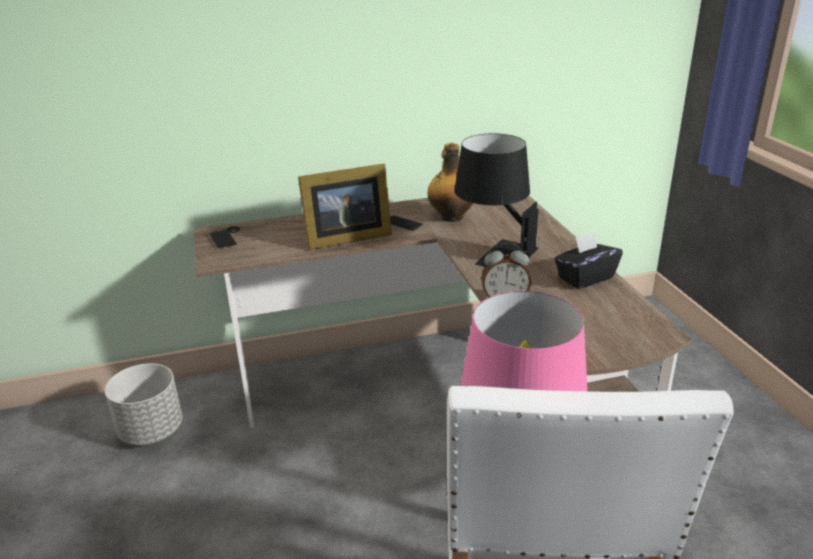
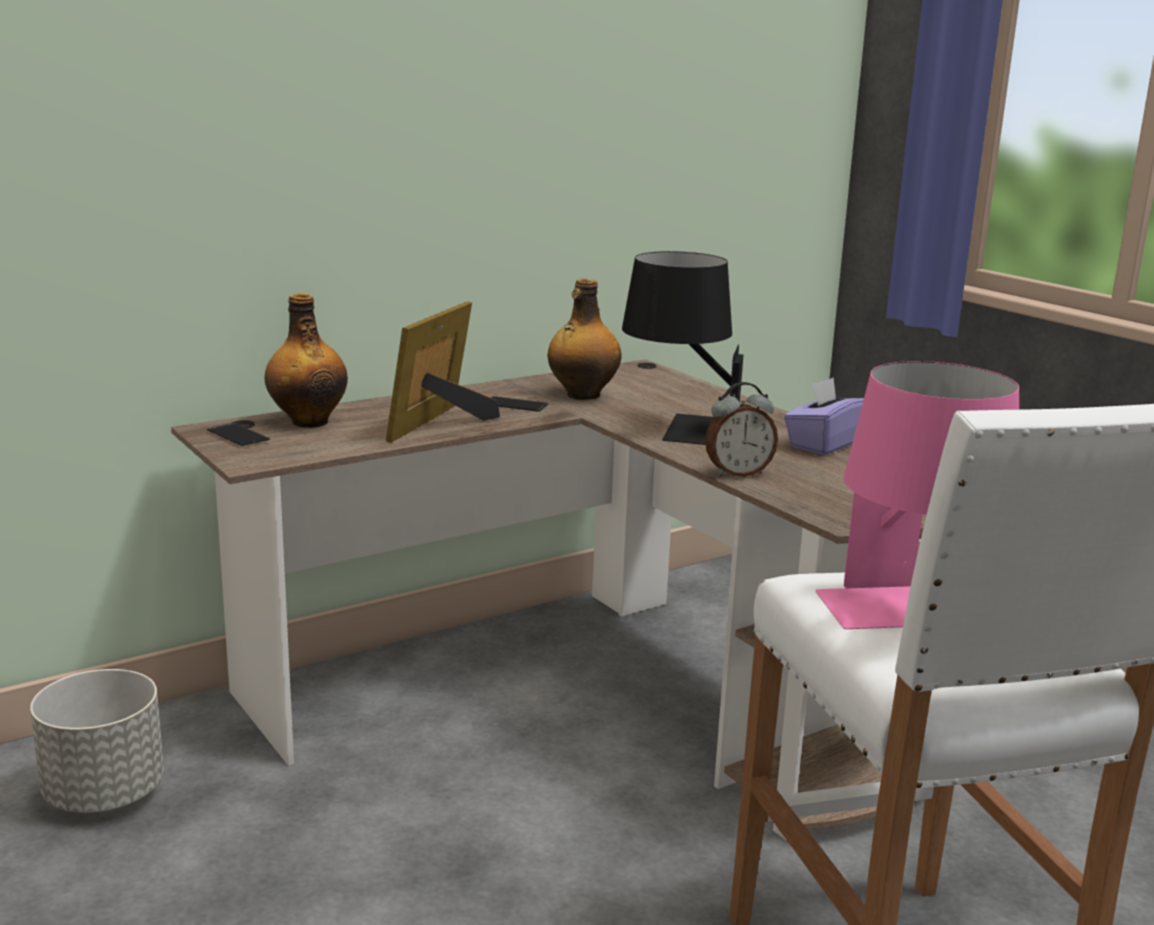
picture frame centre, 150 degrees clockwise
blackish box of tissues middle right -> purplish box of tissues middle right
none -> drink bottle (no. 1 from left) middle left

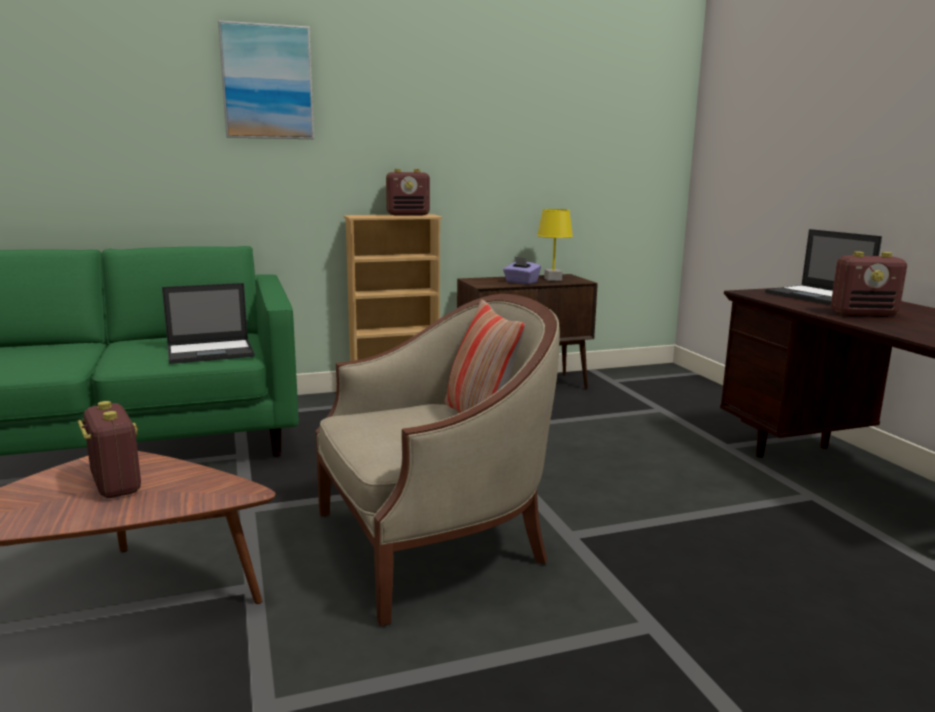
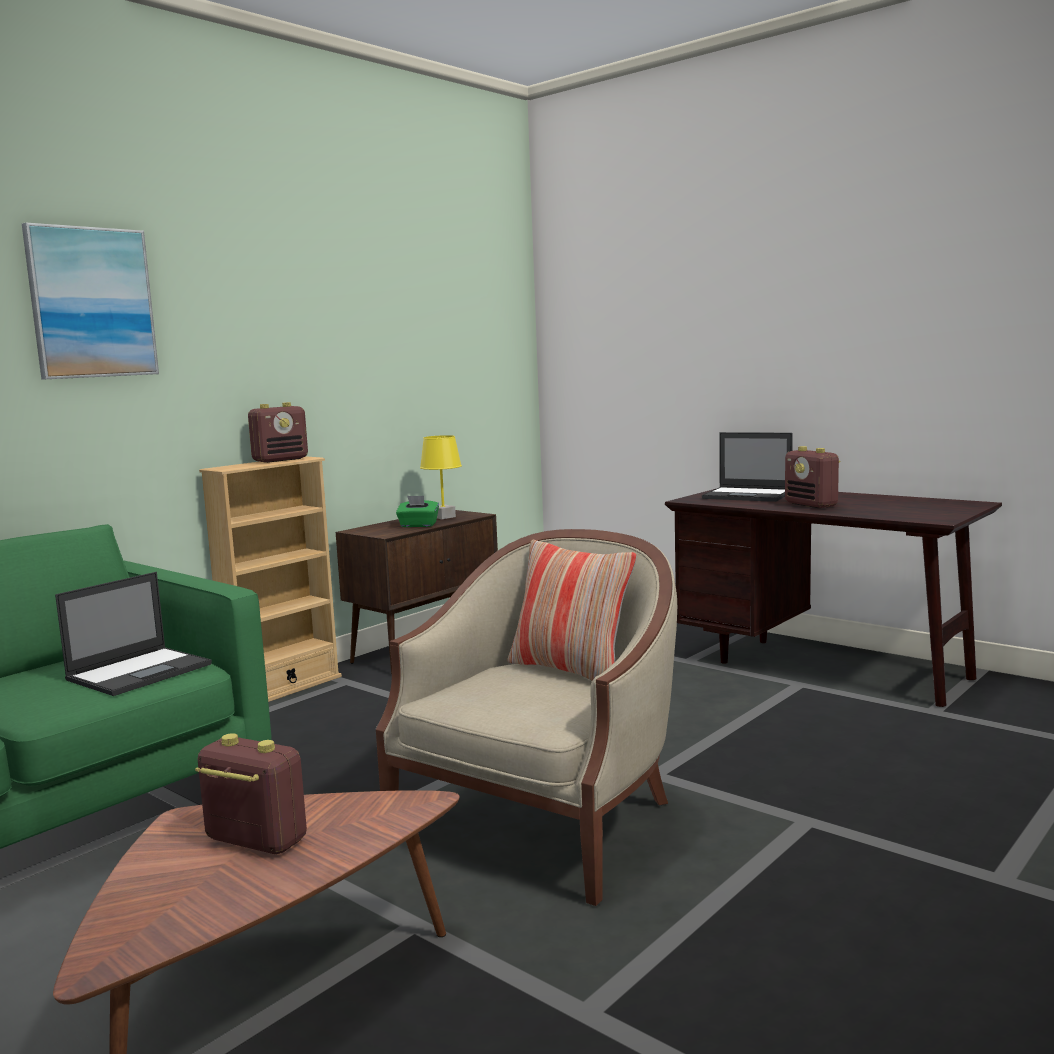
purplish box of tissues centre -> greenish box of tissues centre
radio receiver (no. 3 from left) middle right, 90 degrees clockwise

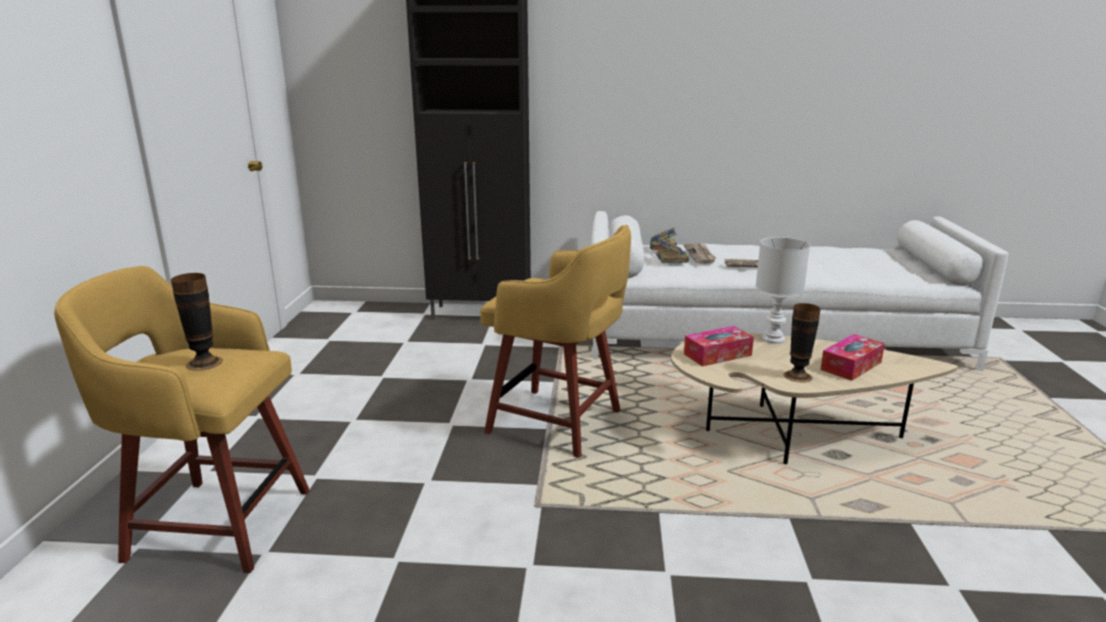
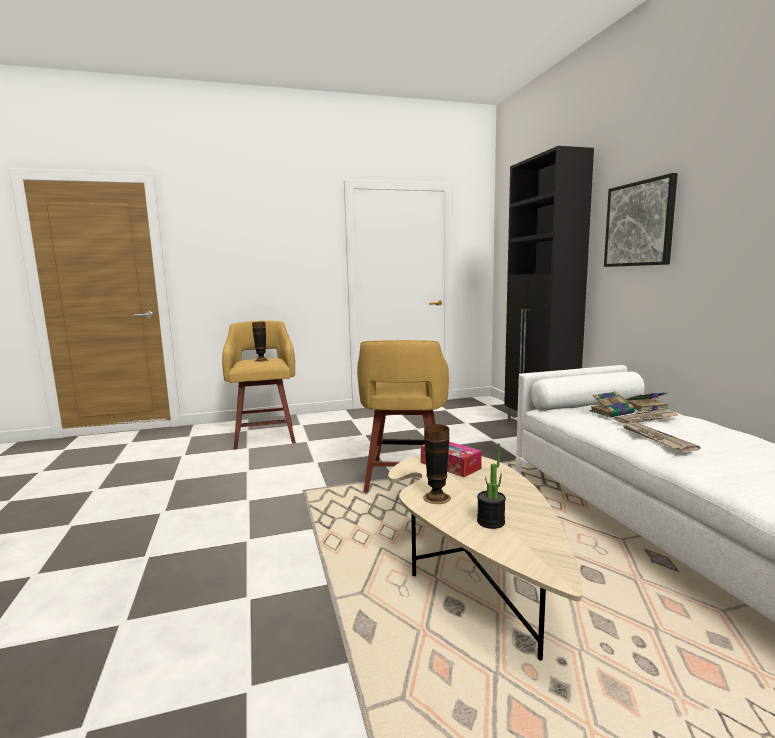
whitish lamp for a table middle right -> none
box of tissues (no. 2 from left) middle right -> plant in a pot centre
none -> wall picture top right

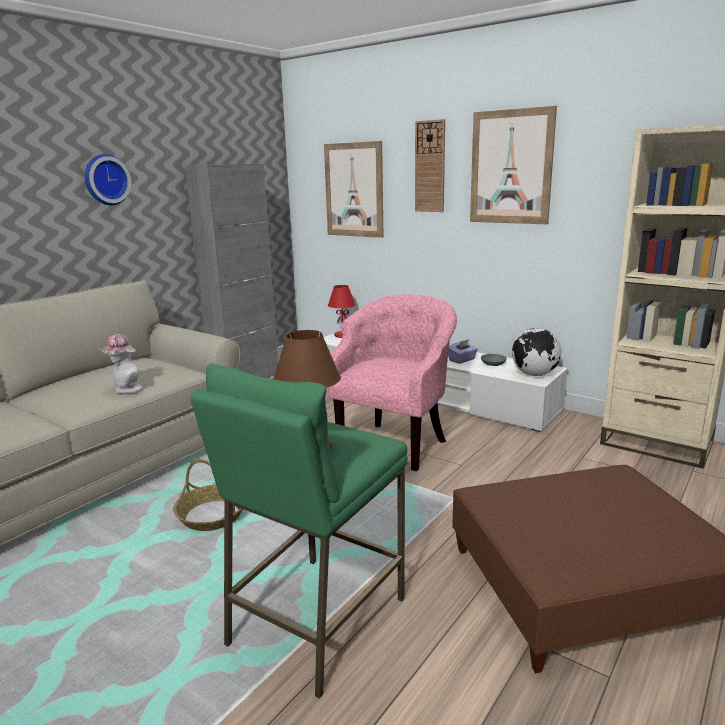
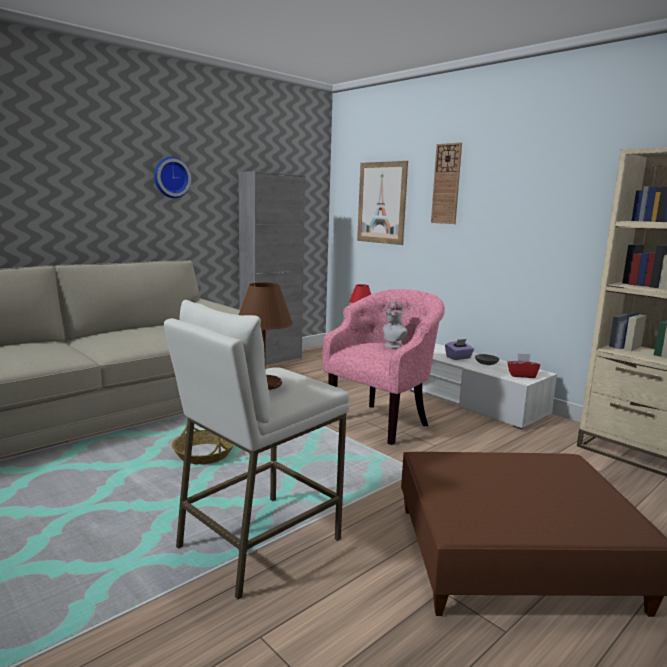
clothing hat middle left -> clothing hat centre, relocated
greenish stool seat bottom centre -> whitish stool seat bottom centre
wall picture (no. 2 from left) top right -> none
world globe middle right -> reddish box of tissues middle right

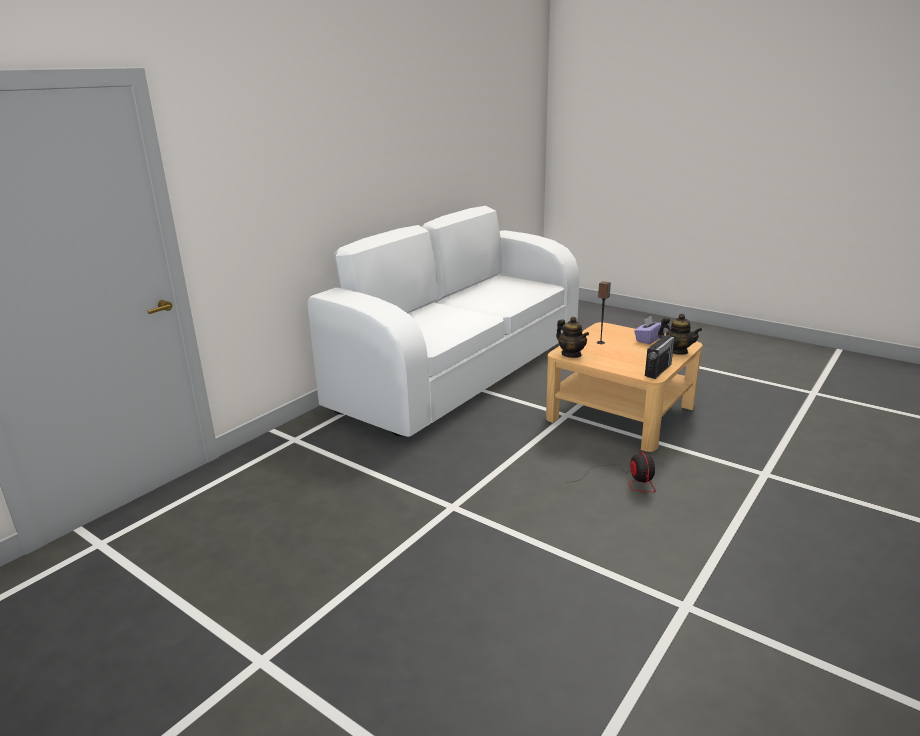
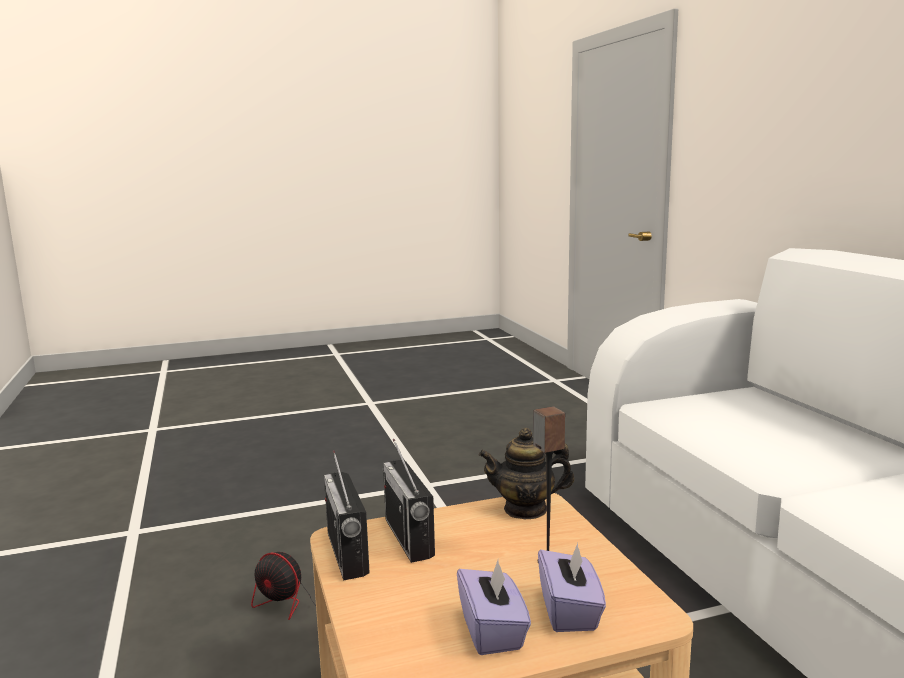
pot for tea (no. 2 from left) middle right -> none
none -> radio receiver (no. 2 from left) bottom centre
none -> purplish box of tissues (no. 2 from left) bottom centre

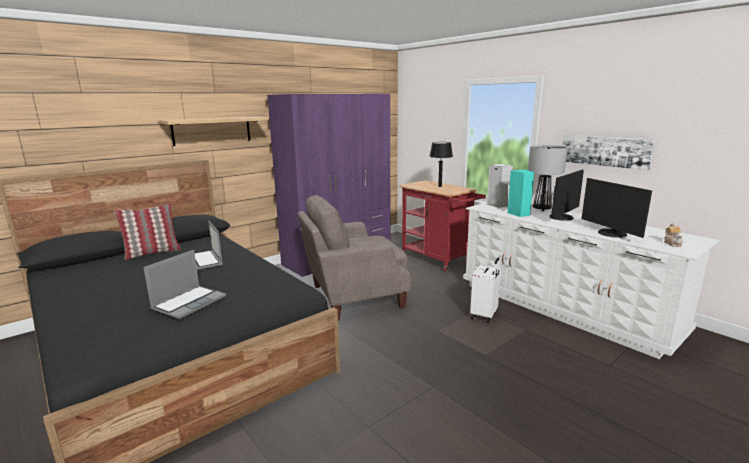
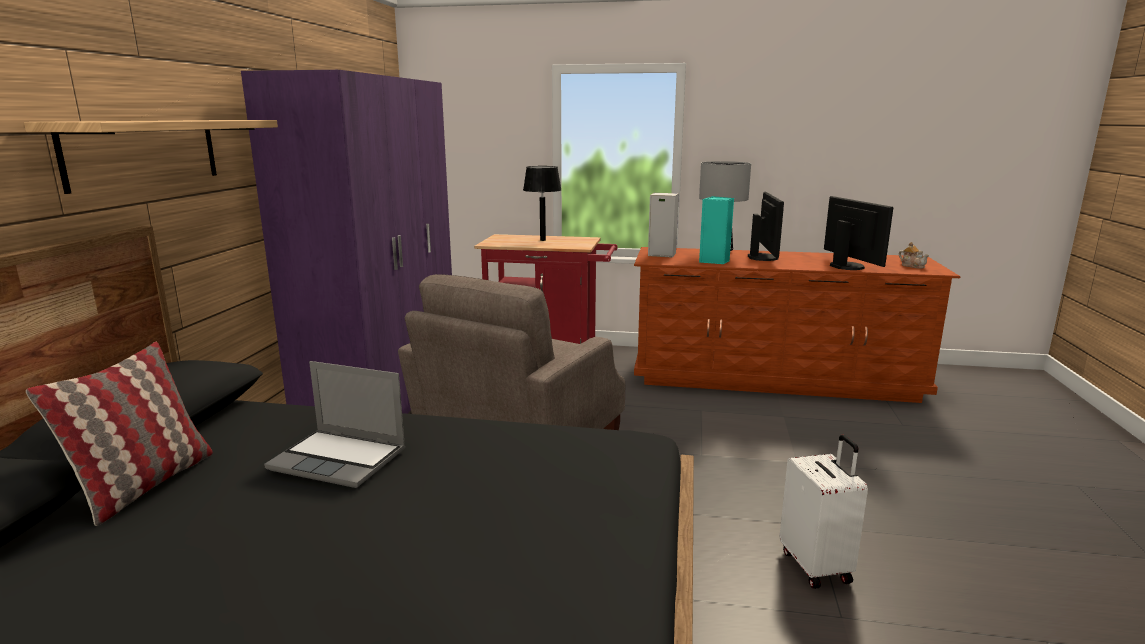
notebook computer (no. 1 from left) middle left -> none
whitish drawer chest middle right -> brownish drawer chest middle right
whitish travel case centre -> whitish travel case bottom right, relocated
wall picture top right -> none
computer display (no. 2 from left) middle right, 135 degrees counterclockwise

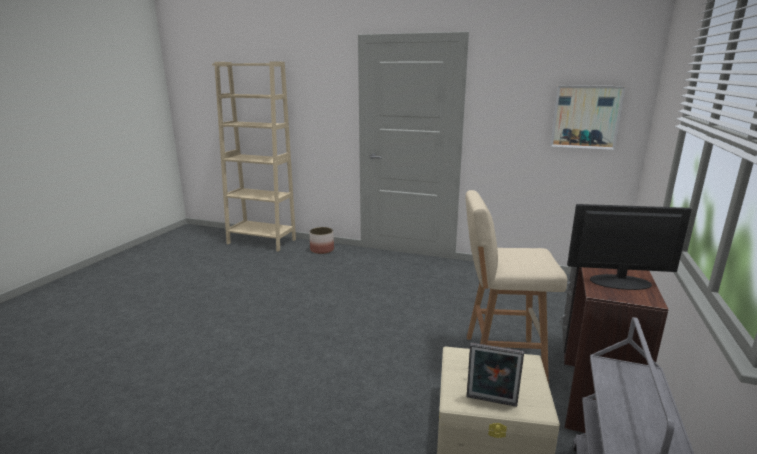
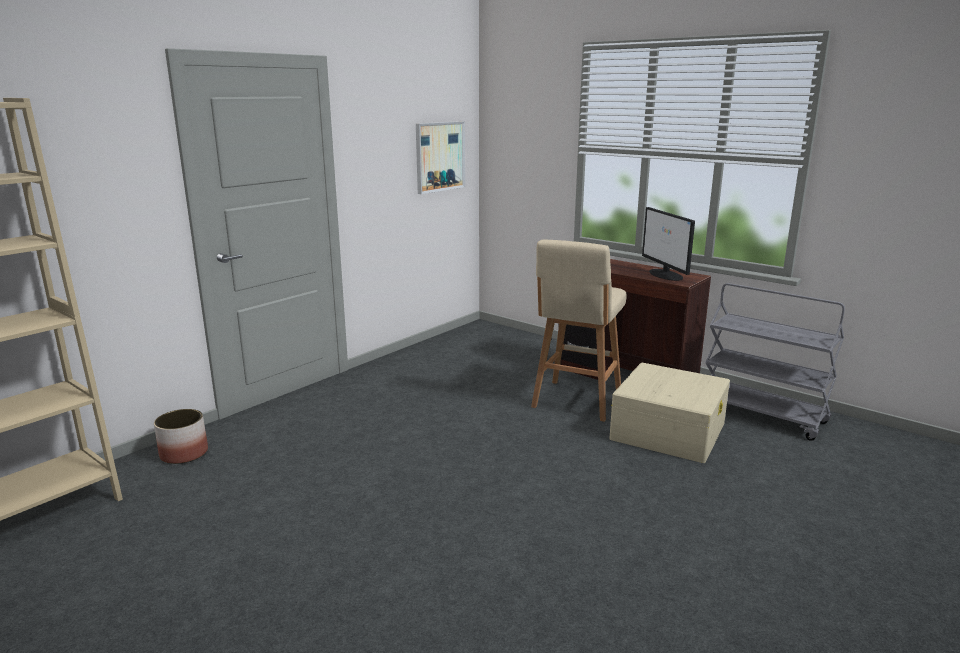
picture frame bottom centre -> none
computer display middle right, 45 degrees counterclockwise

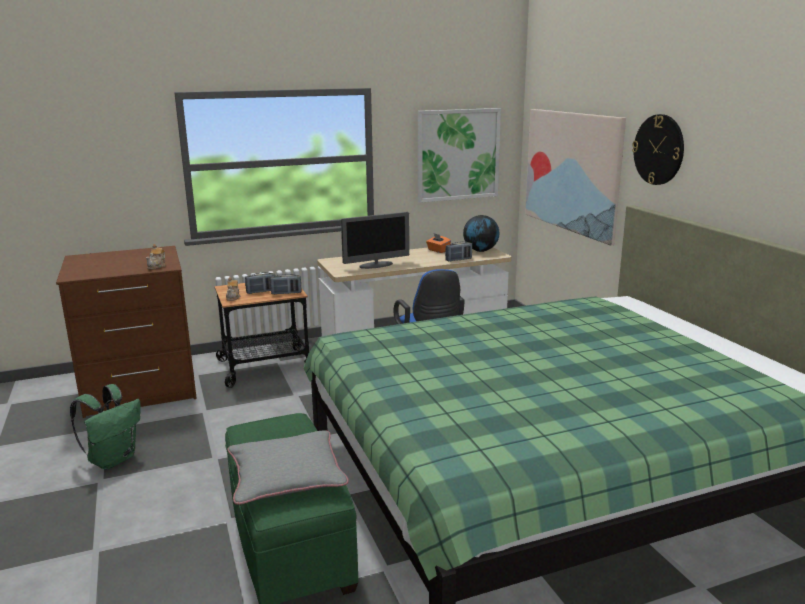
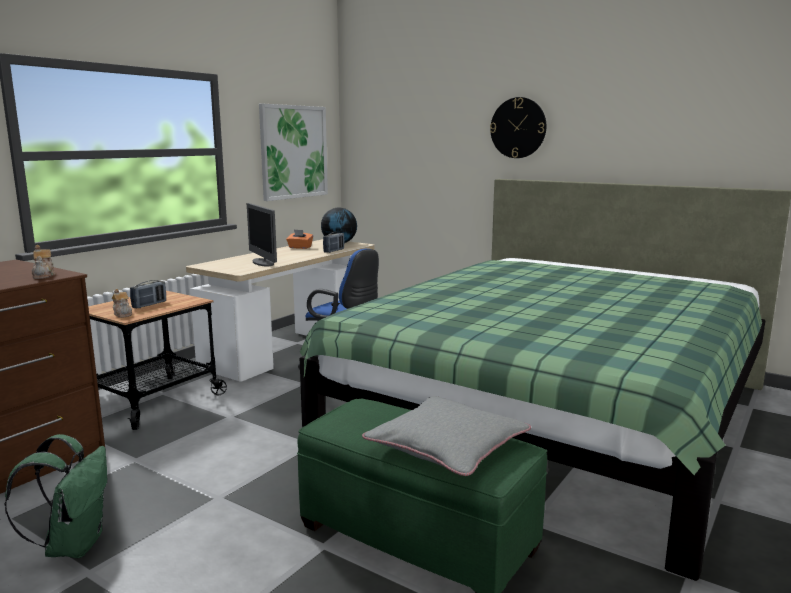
radio receiver (no. 2 from left) centre -> none
computer display centre -> computer display middle left, 120 degrees clockwise
wall picture (no. 2 from left) top right -> none

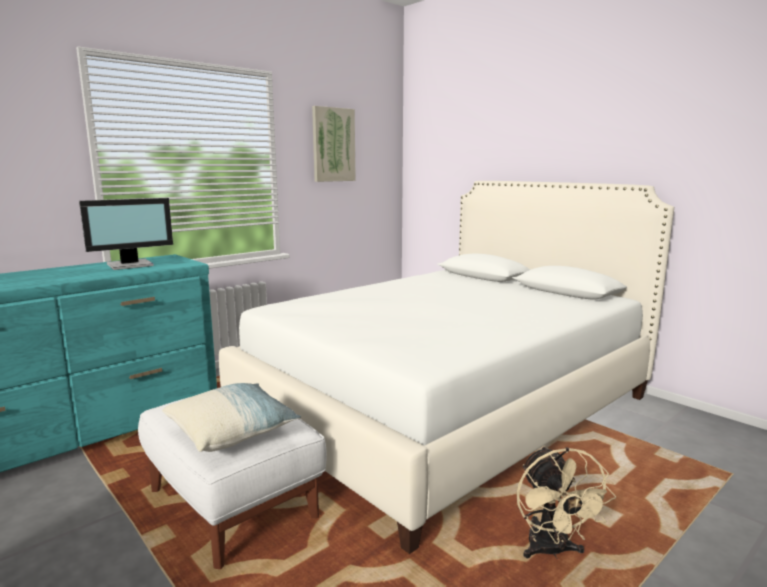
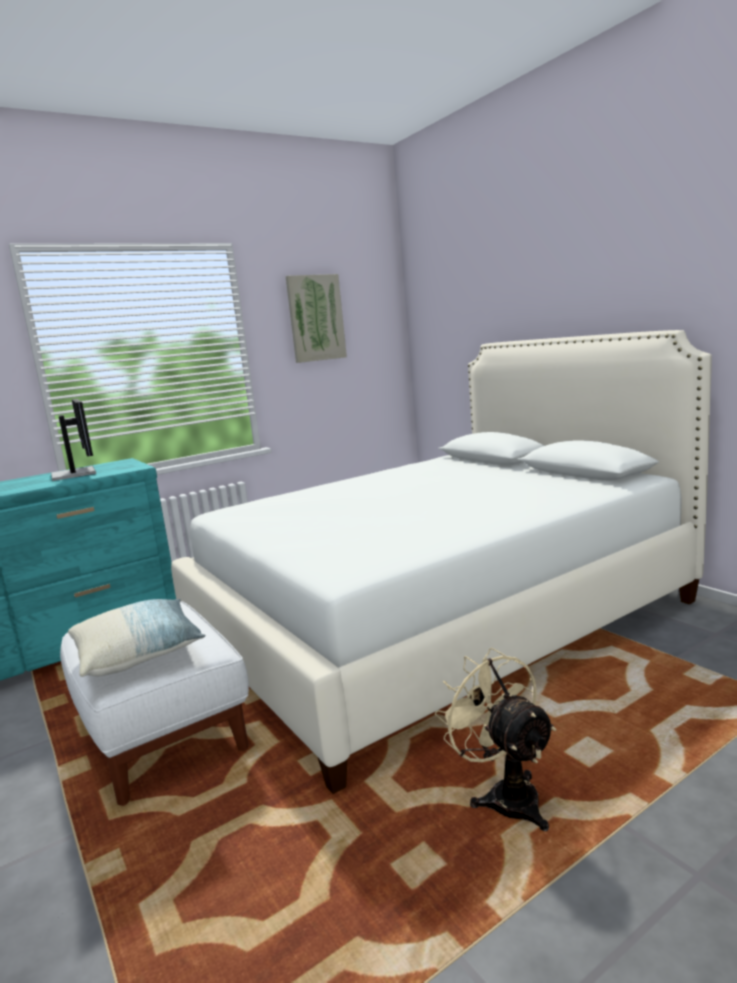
computer display middle left, 90 degrees counterclockwise
beige-coloured electric fan bottom right, 150 degrees clockwise

